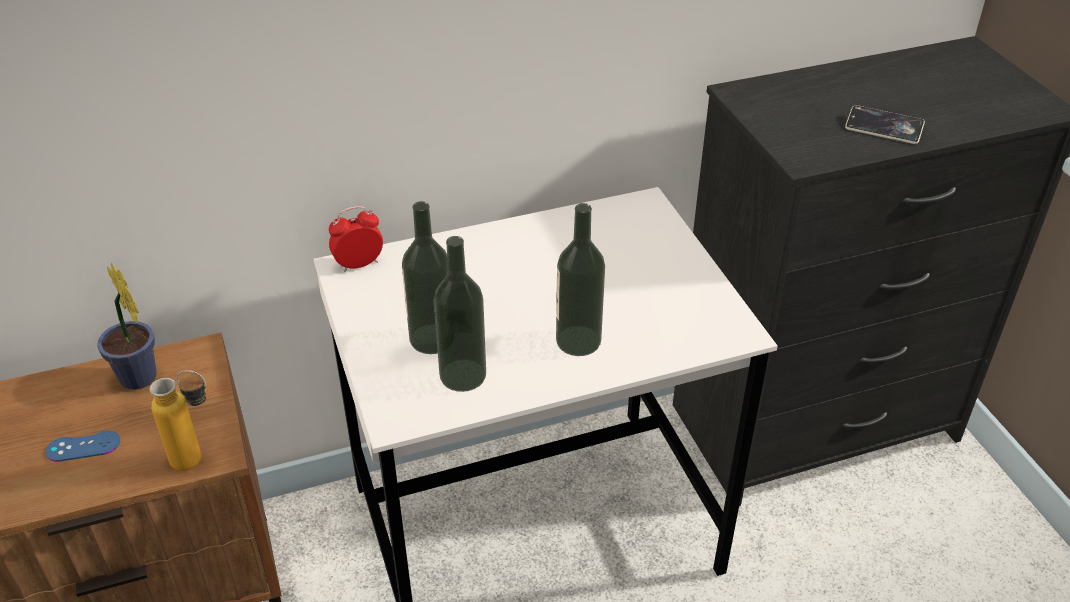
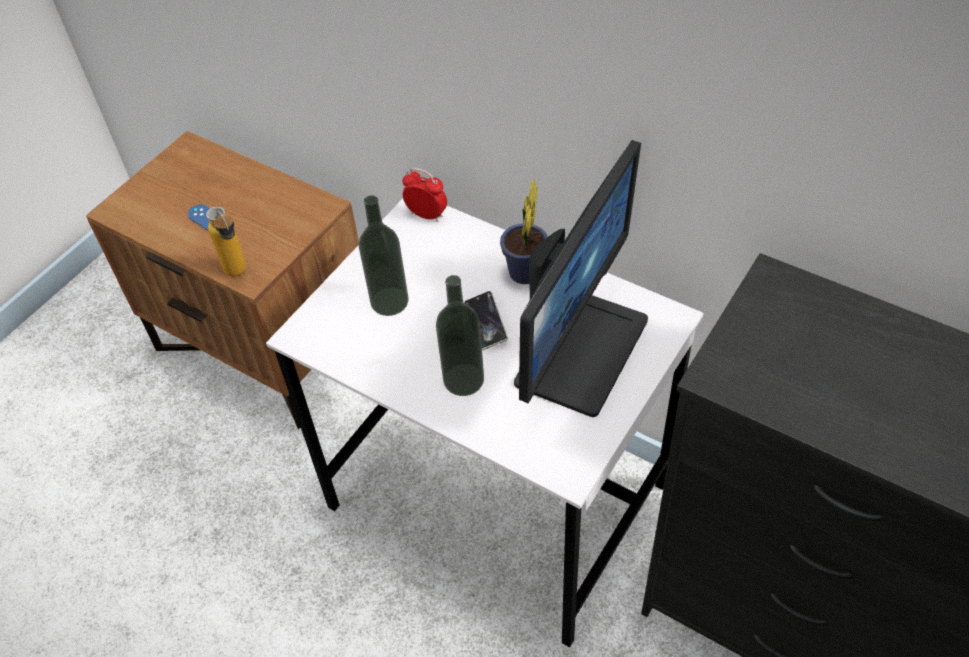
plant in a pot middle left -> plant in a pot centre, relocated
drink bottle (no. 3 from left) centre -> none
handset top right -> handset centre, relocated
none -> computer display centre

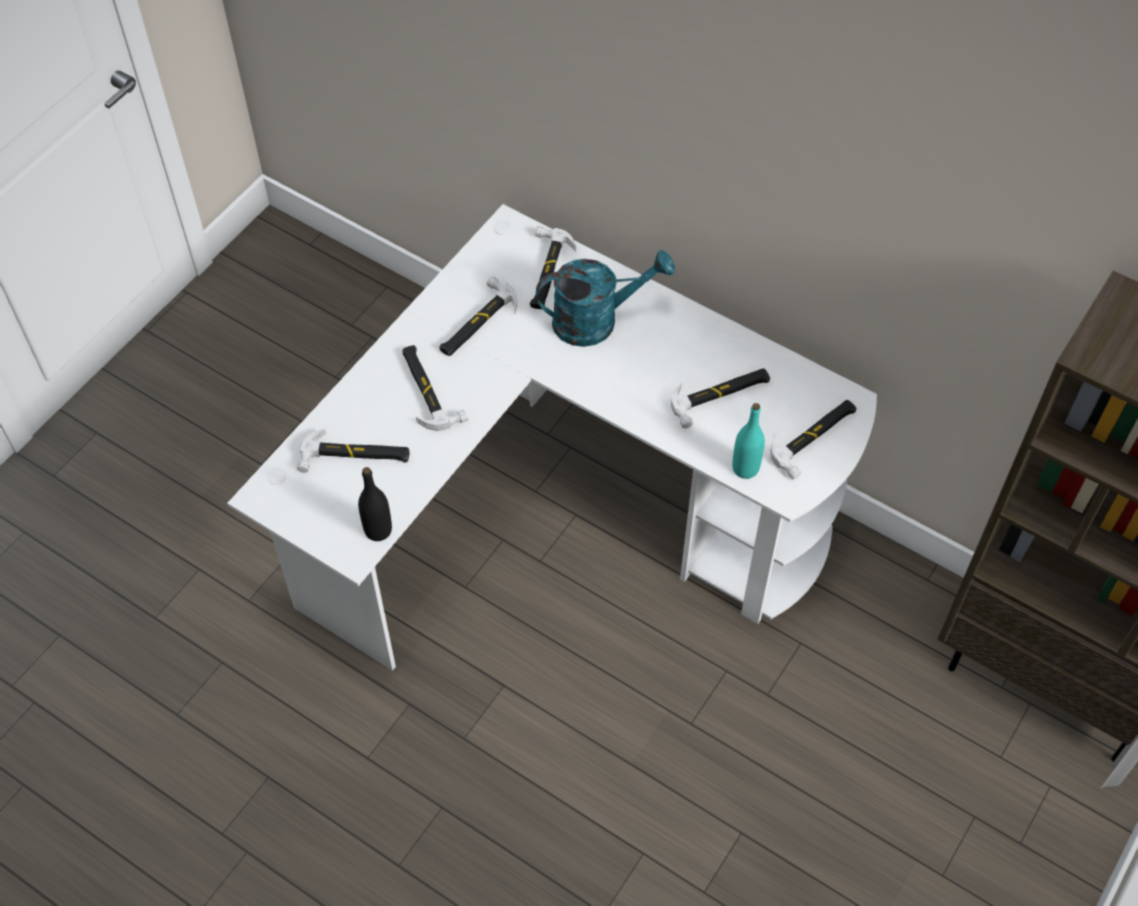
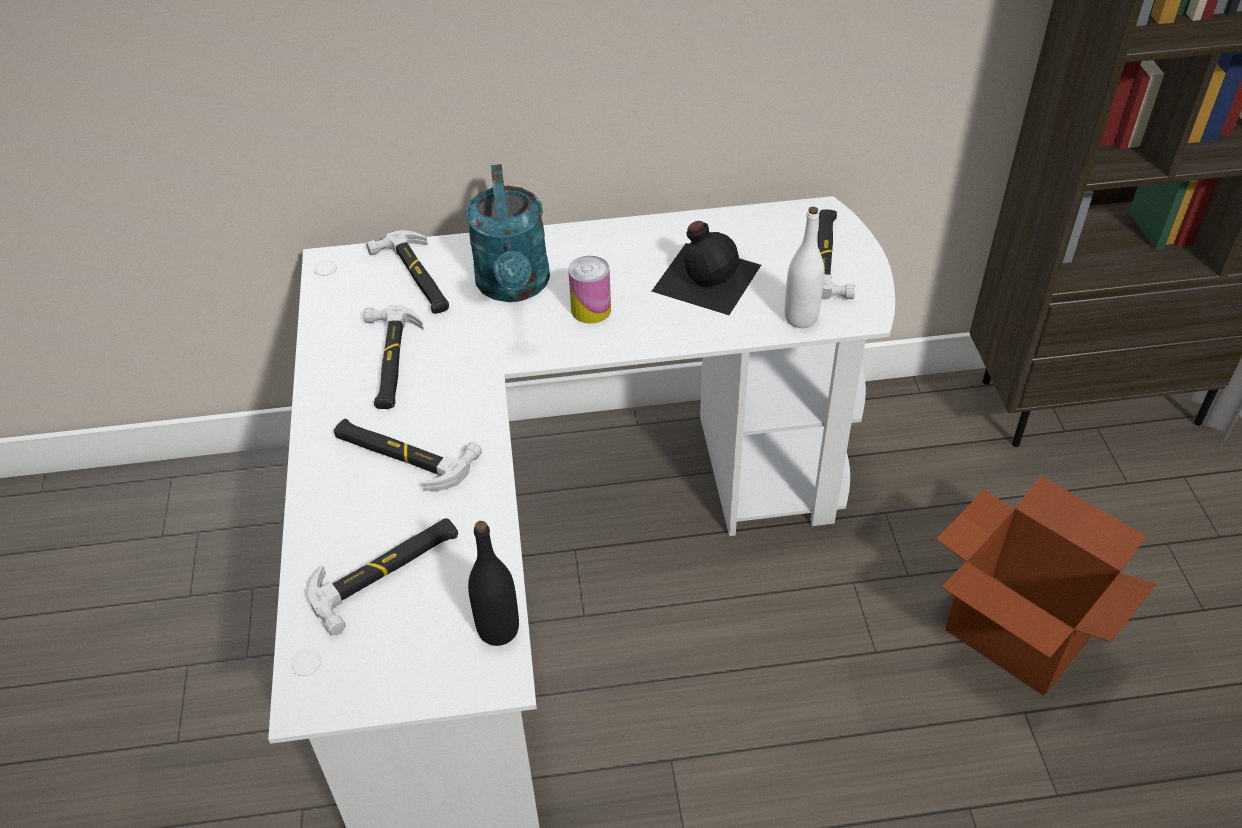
turquoise watering pot top centre, 135 degrees clockwise
hammer (no. 5 from left) centre -> blackish drink bottle (no. 2 from left) top centre
turquoise drink bottle centre -> whitish drink bottle top centre
none -> metal can centre
none -> cardboard box bottom right

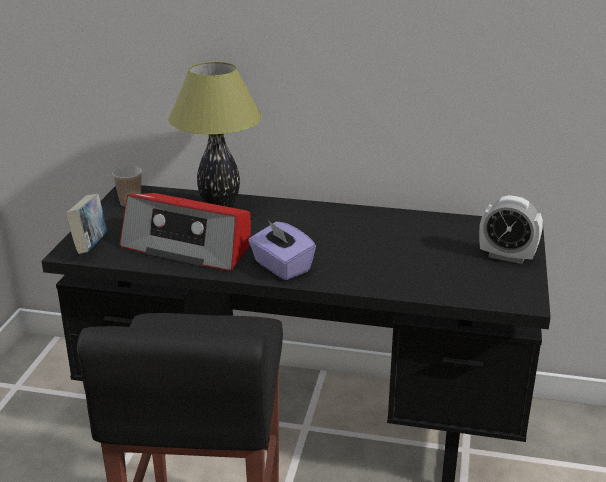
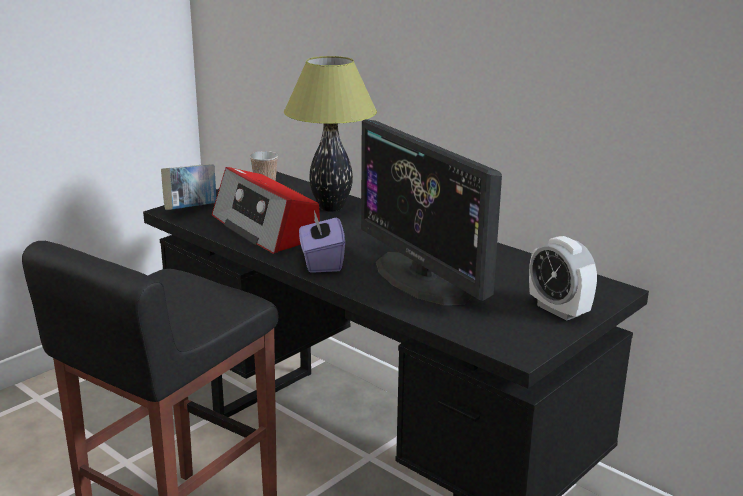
none -> computer display centre

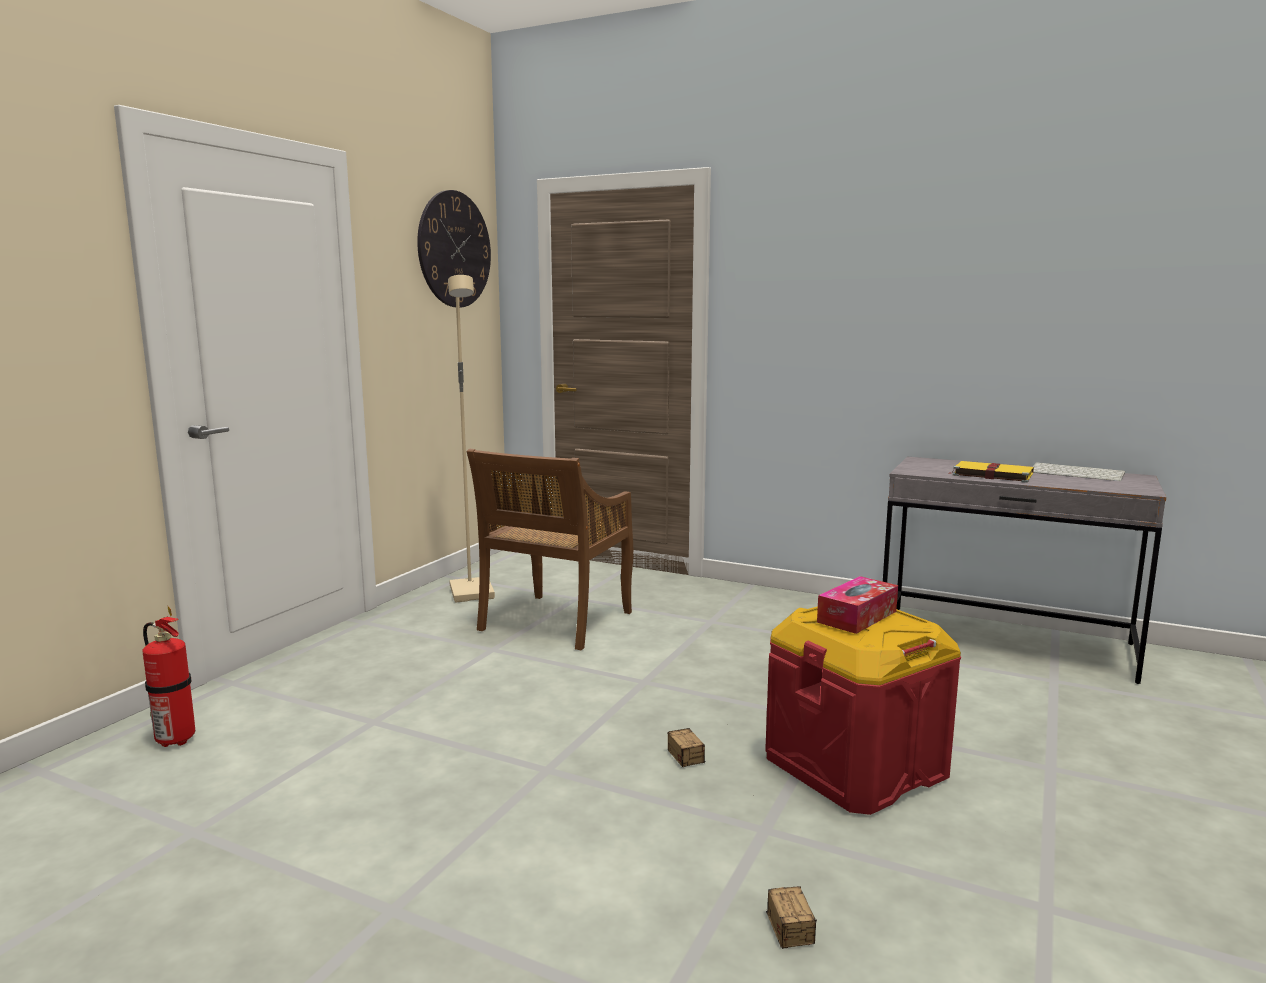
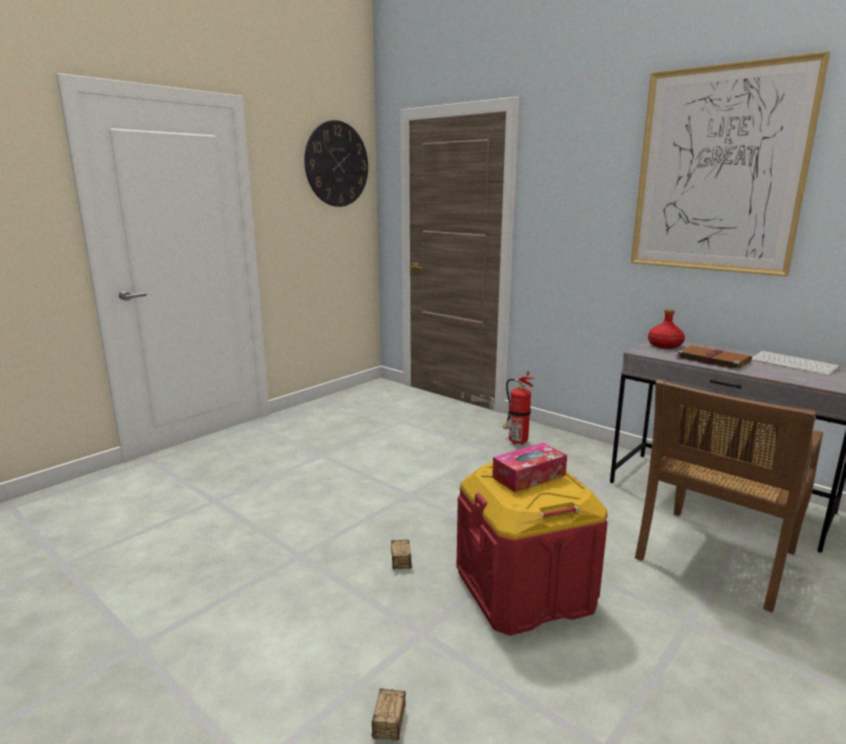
extinguisher bottom left -> extinguisher centre, relocated
beige-coloured standing lamp centre -> none
brownish chair centre -> brownish chair bottom right, relocated
yellowish volume middle right -> brownish volume middle right
none -> wall picture top right
none -> reddish drink bottle middle right

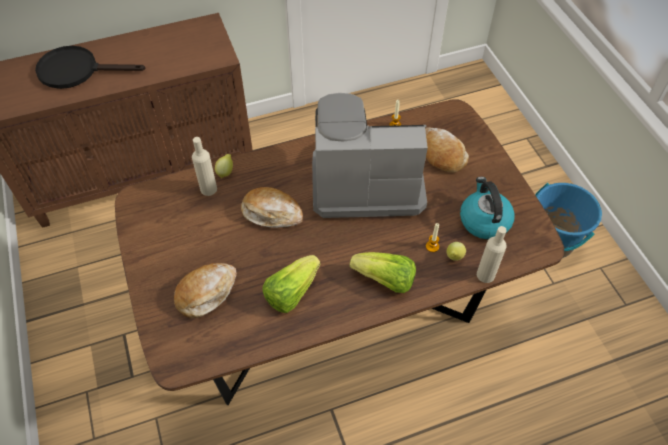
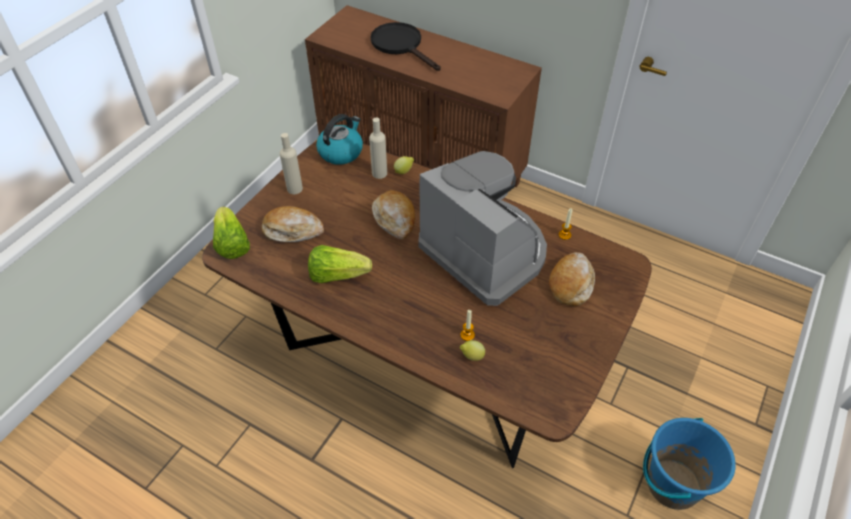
head of lettuce (no. 2 from left in the first image) centre -> head of lettuce (no. 1 from left) middle left, relocated
water kettle middle right -> water kettle top centre, relocated
beige-coloured drink bottle (no. 2 from left in the first image) middle right -> beige-coloured drink bottle (no. 1 from left) top centre, relocated

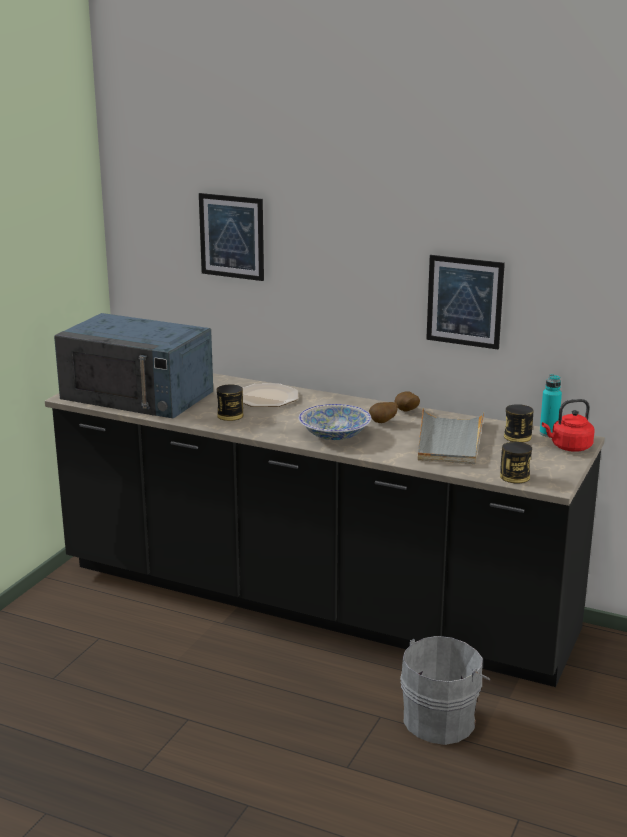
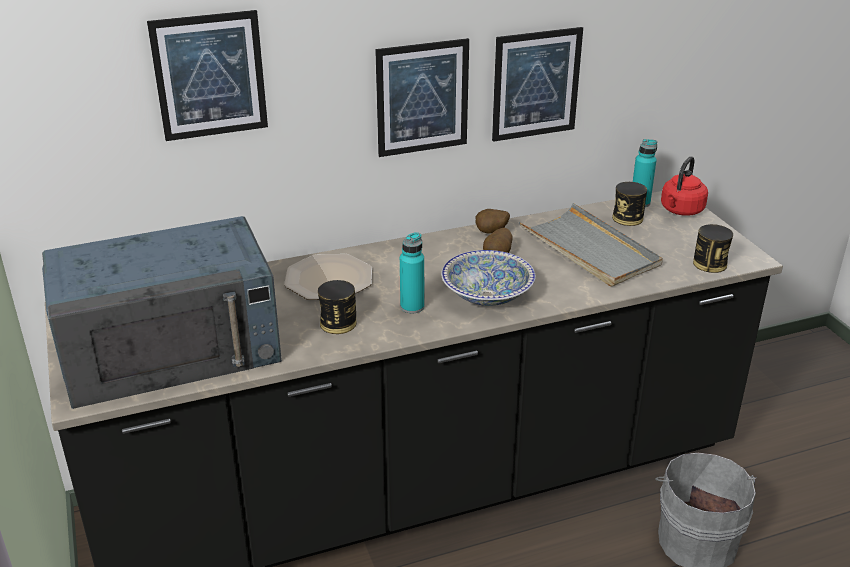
none -> wall picture (no. 2 from left) top centre
none -> turquoise drink bottle (no. 1 from left) centre

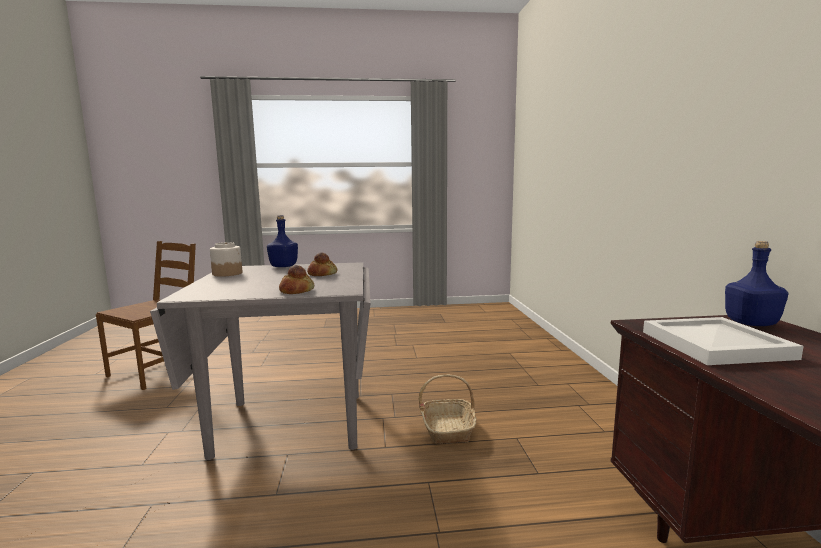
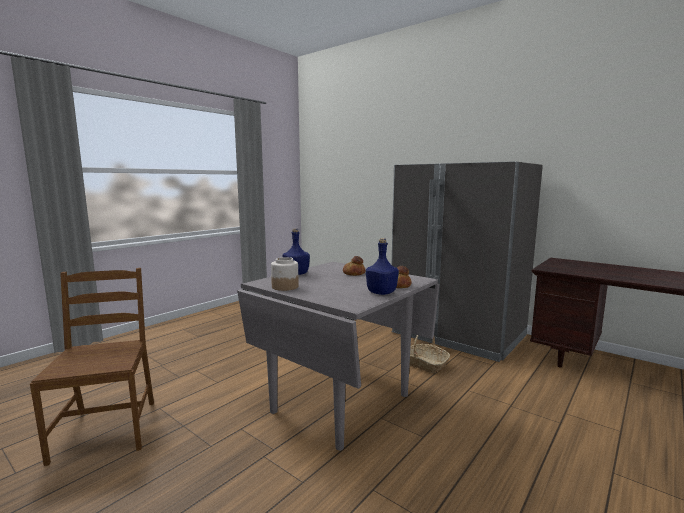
whitish tray middle right -> none
blue drink bottle (no. 2 from left) middle right -> blue drink bottle (no. 2 from left) centre, relocated
none -> gray fridge middle right

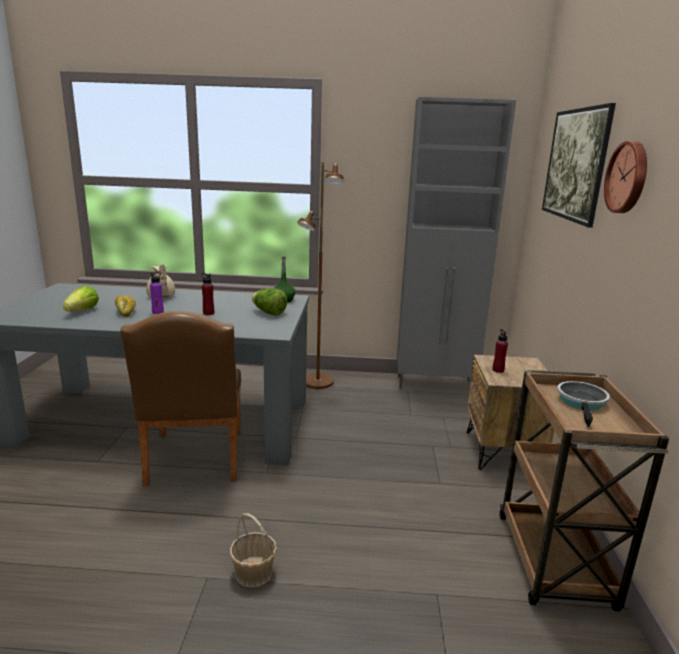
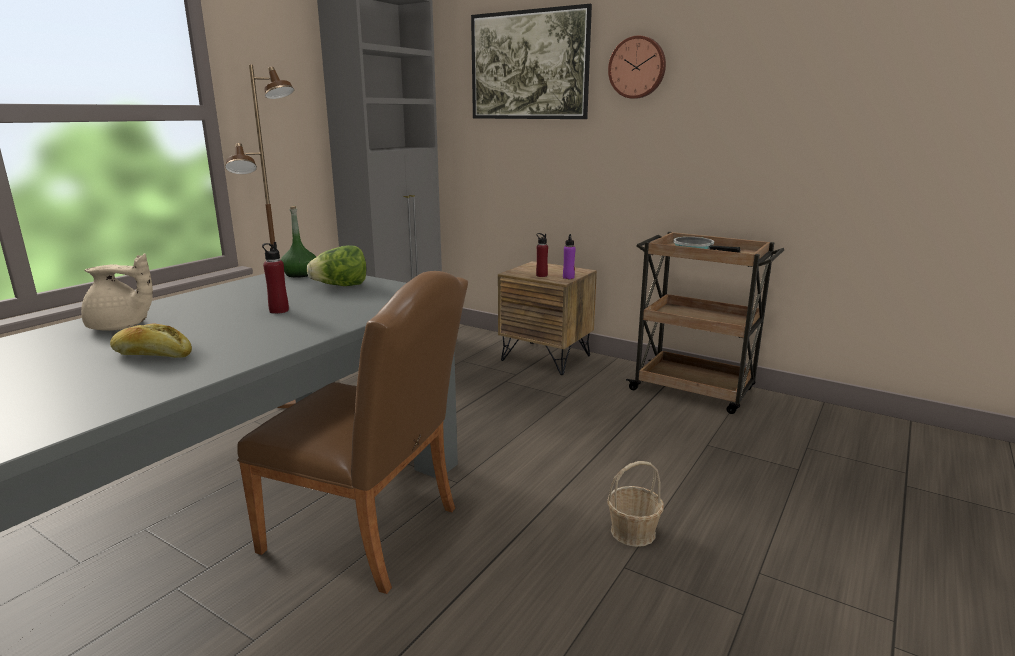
head of lettuce (no. 1 from left) middle left -> none
purplish drink bottle middle left -> purplish drink bottle centre, relocated

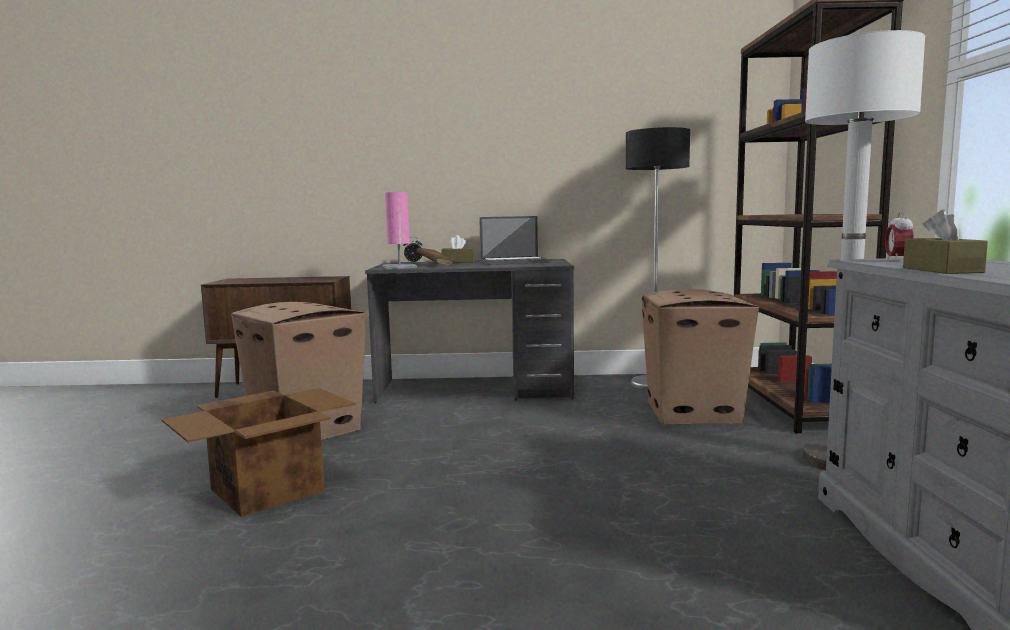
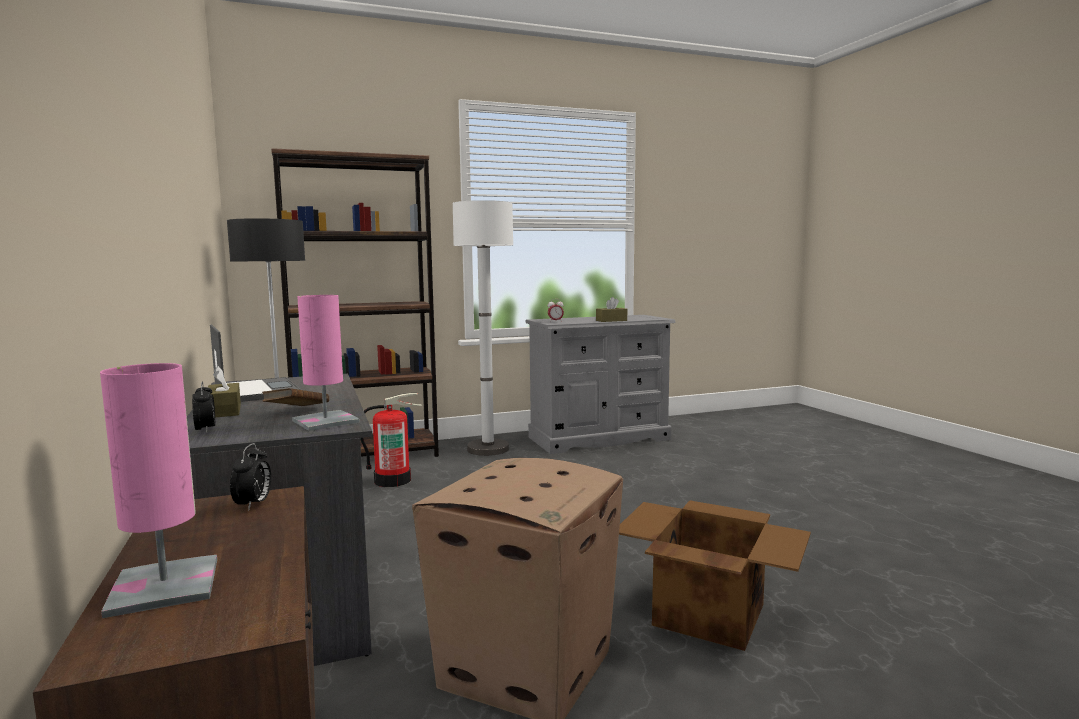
cardboard box (no. 3 from left) middle right -> extinguisher centre
none -> pinkish lamp for a table (no. 1 from left) bottom left
none -> table clock (no. 2 from left) middle left

